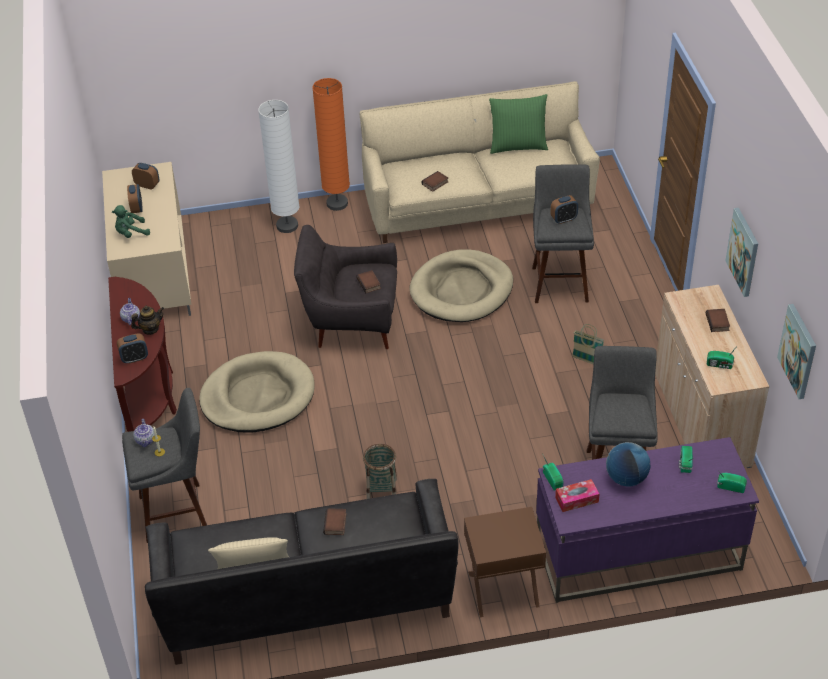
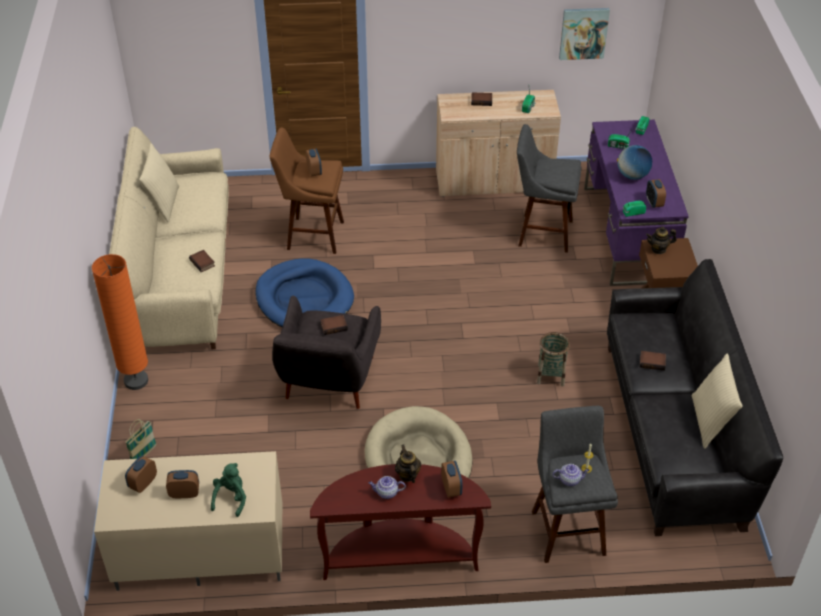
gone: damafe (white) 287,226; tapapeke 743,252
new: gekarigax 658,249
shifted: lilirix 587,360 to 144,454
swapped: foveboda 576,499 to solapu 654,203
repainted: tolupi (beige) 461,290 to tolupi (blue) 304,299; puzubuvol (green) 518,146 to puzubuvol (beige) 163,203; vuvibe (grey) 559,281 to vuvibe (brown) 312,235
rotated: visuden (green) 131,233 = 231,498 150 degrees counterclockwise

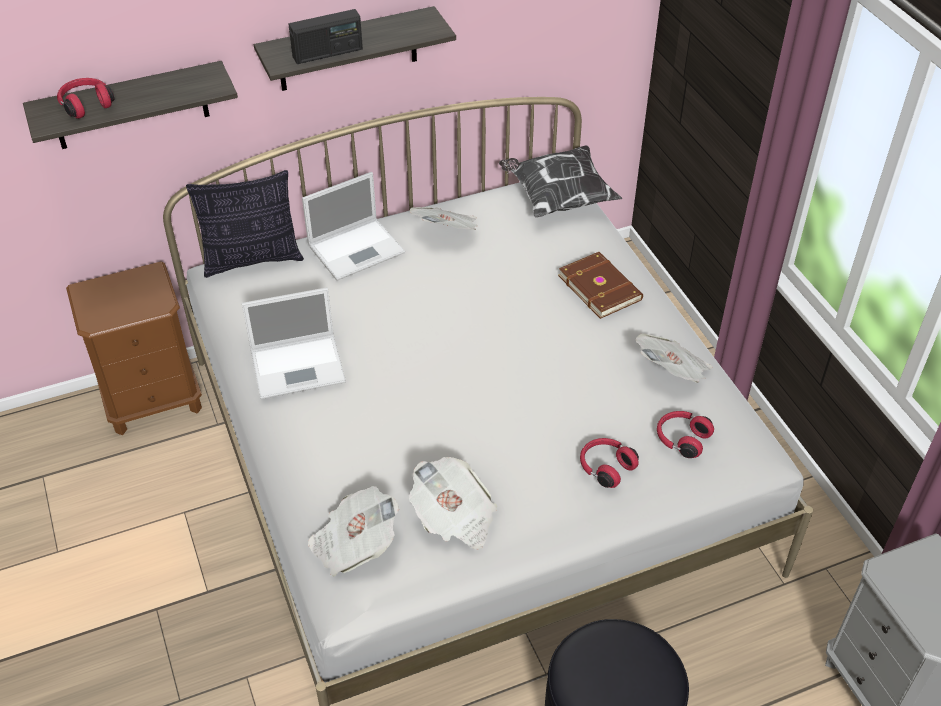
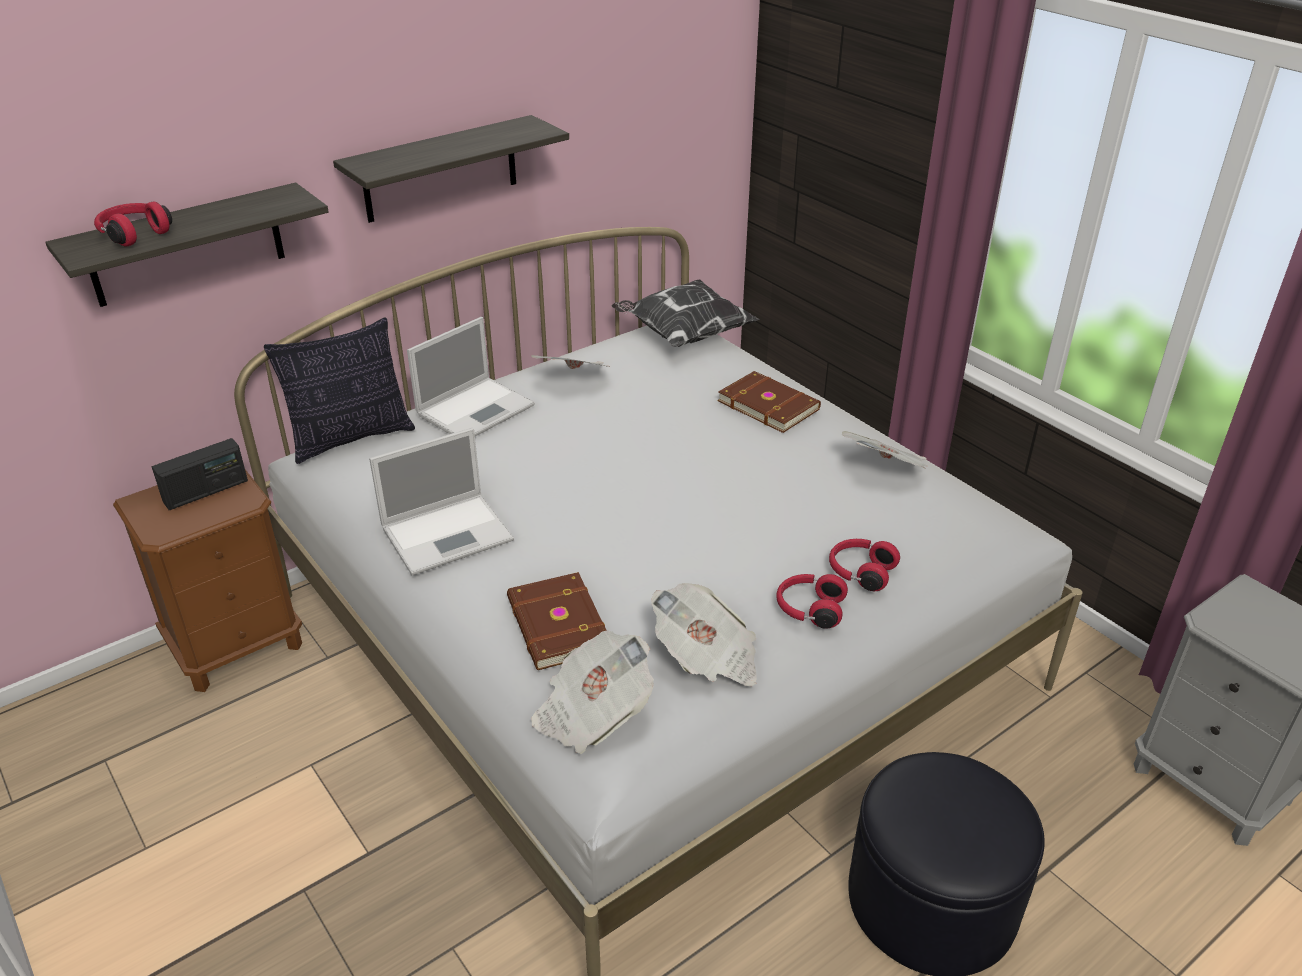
new: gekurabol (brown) 556,626
shifted: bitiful 328,53 to 206,491; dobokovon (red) 681,439 to 809,609

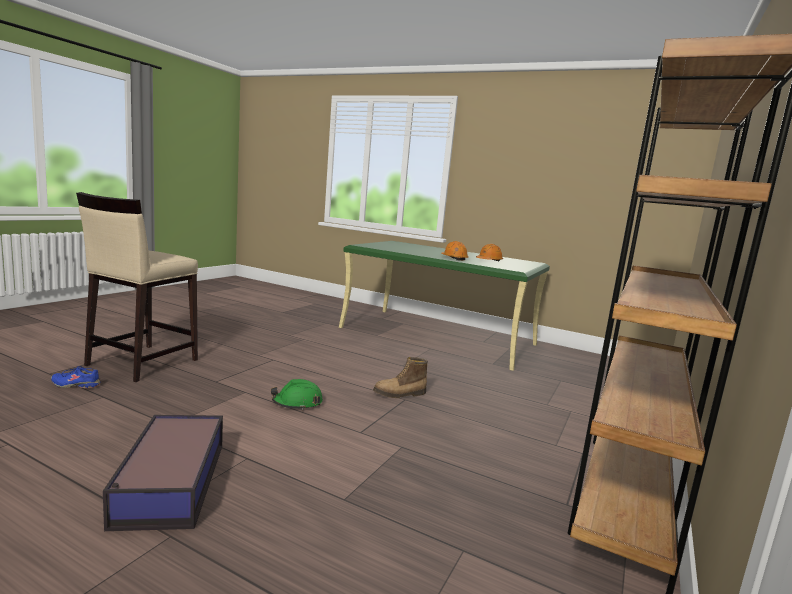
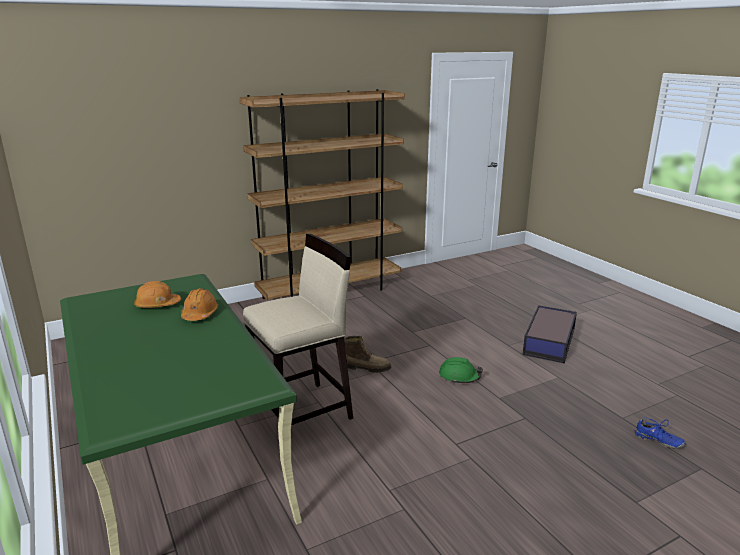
shifted: vuvibe (beige) 141,362 to 303,412

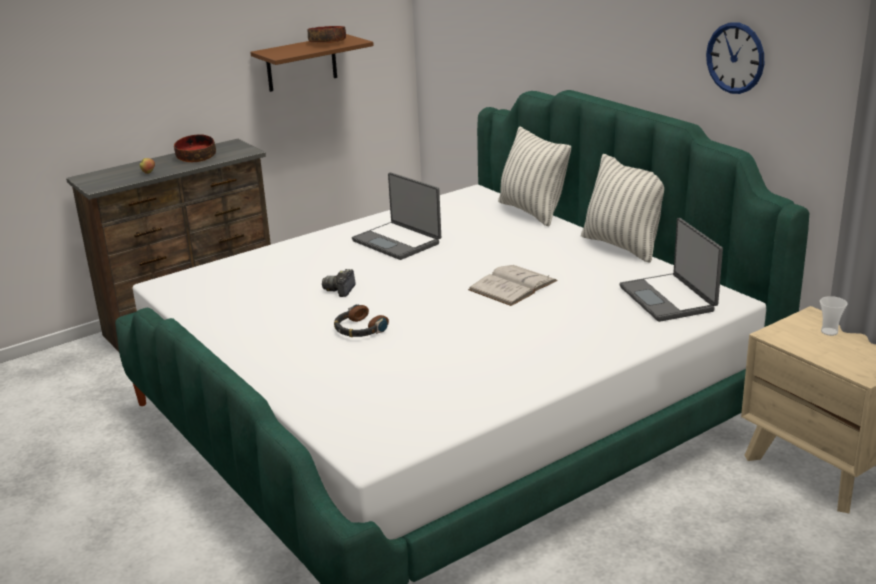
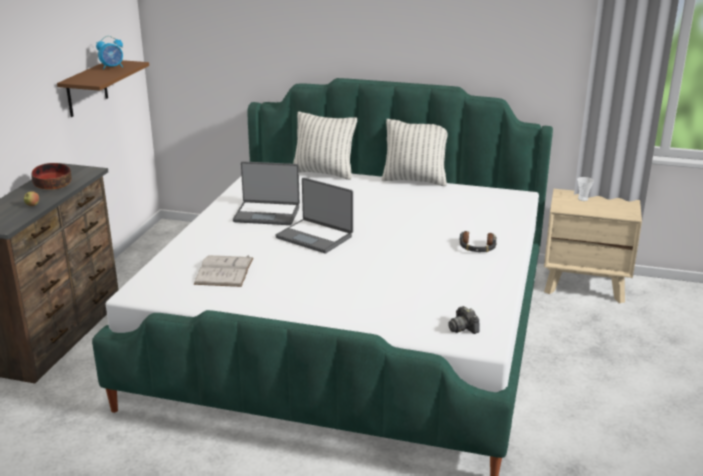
gone: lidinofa 735,58
shifted: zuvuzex 341,290 to 463,328; dobokovon 359,329 to 477,247; gekurabol (white) 513,285 to 224,271; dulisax 669,298 to 315,237
swapped: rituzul 328,43 to solapu 112,67

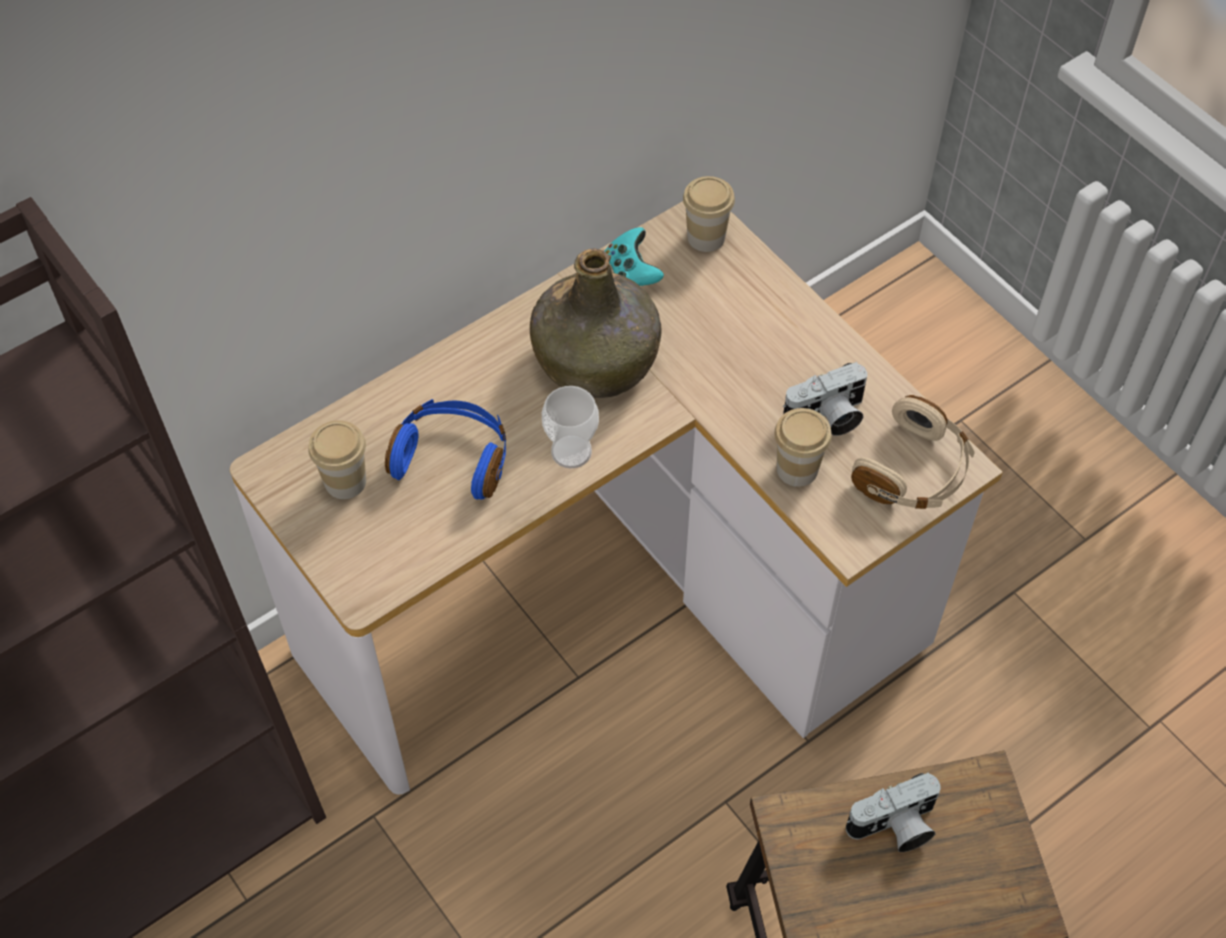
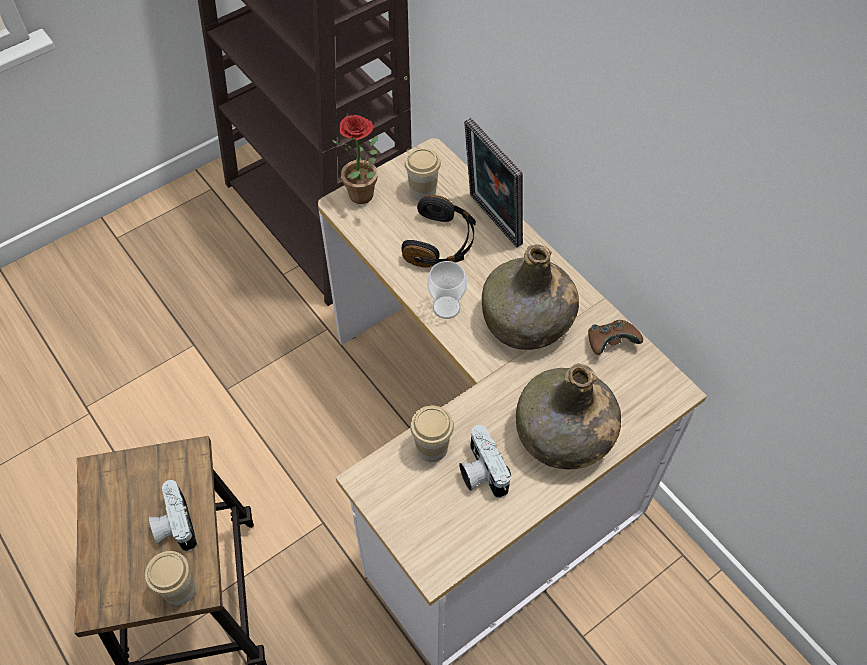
gone: dobokovon (beige) 914,471
new: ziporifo 365,198; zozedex 491,221; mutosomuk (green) 563,435
shifted: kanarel 706,237 to 179,589
repainted: dobokovon (blue) 453,458 to dobokovon (black) 441,243; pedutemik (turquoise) 631,272 to pedutemik (brown) 610,343

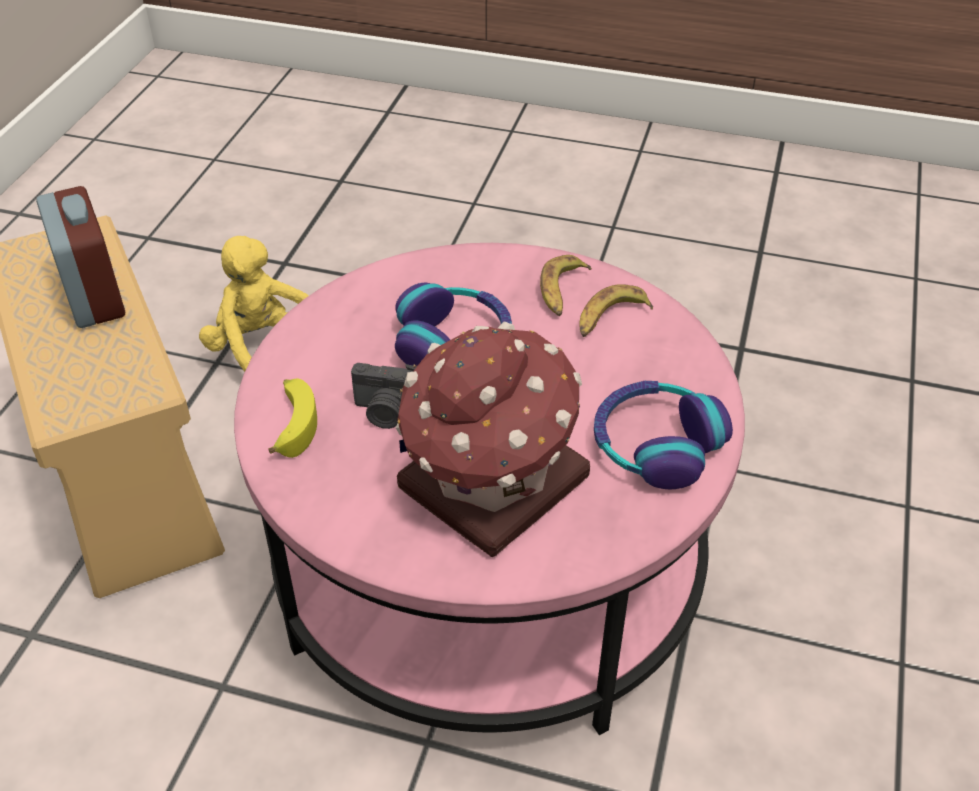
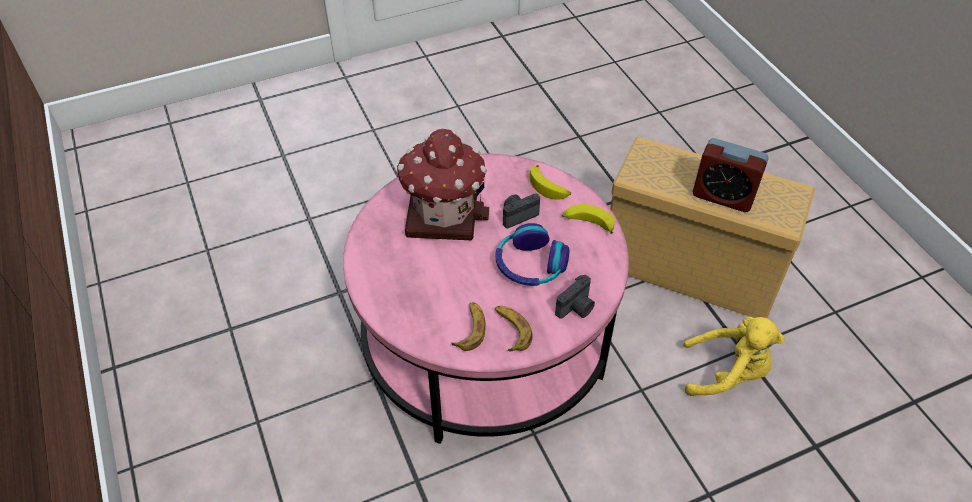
gone: dobokovon 656,445
new: zuvuzex 576,308; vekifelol 587,223

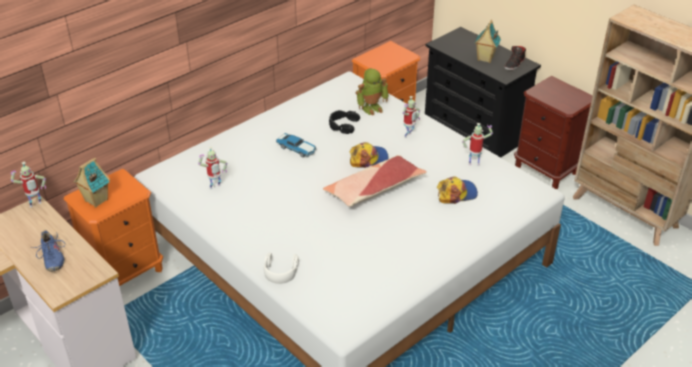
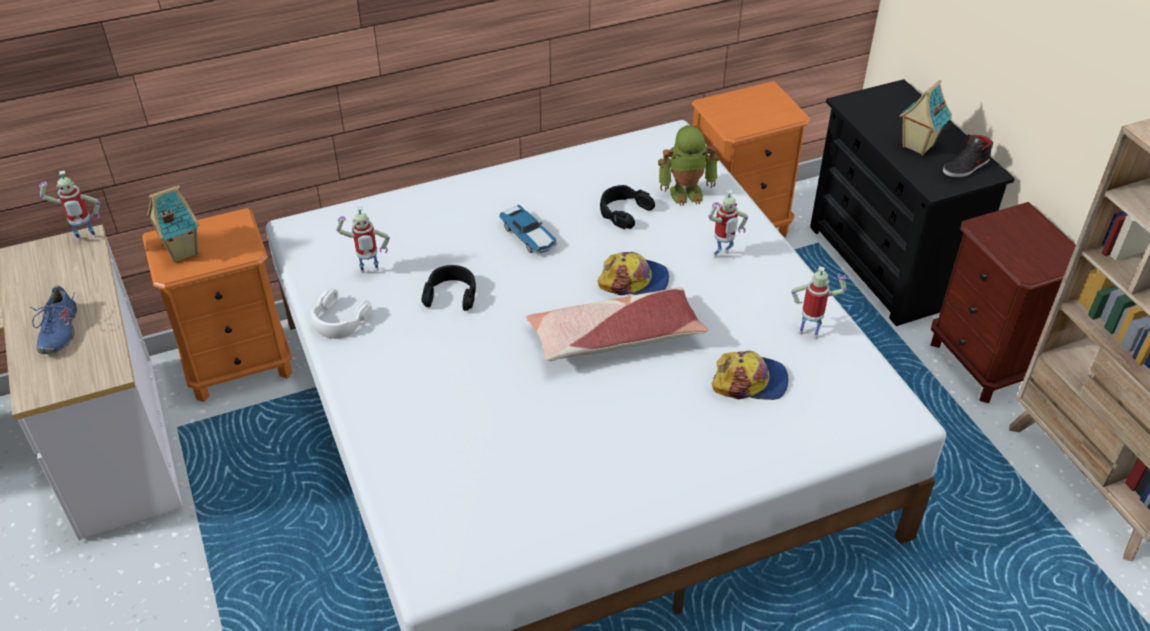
new: dobokovon (black) 451,294
shifted: dobokovon (white) 280,271 to 339,320

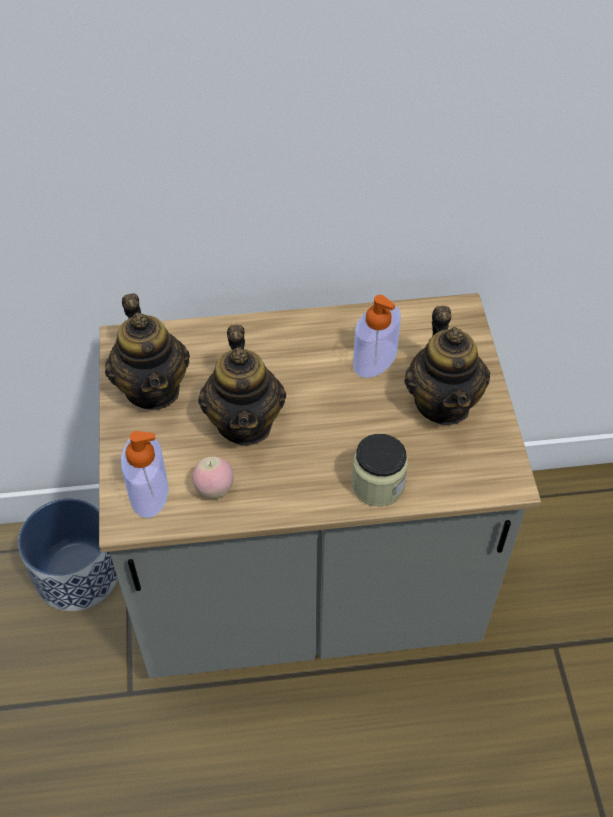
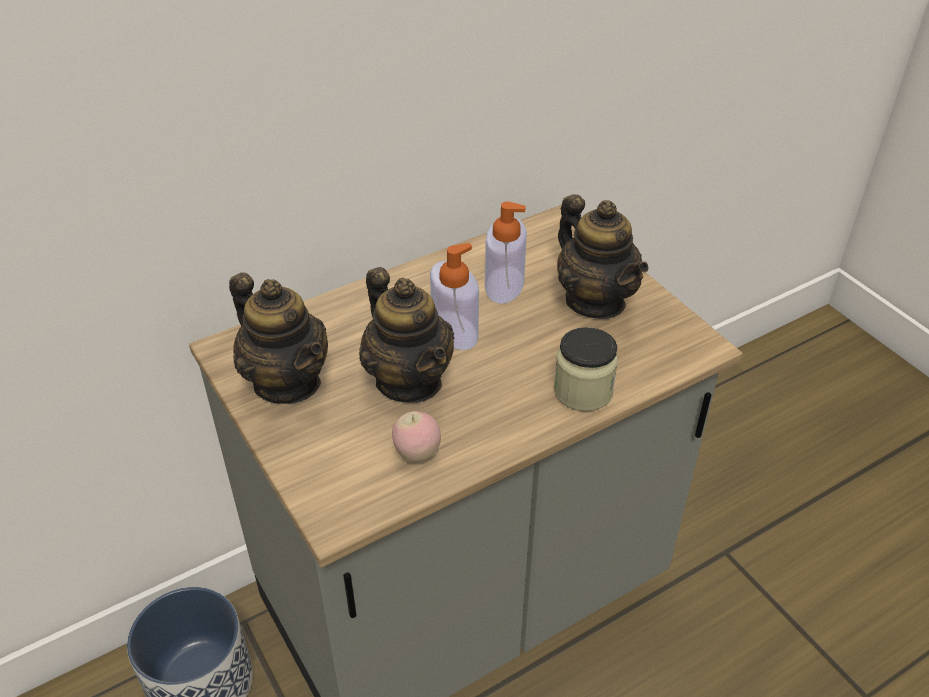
shifted: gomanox 149,492 to 454,330

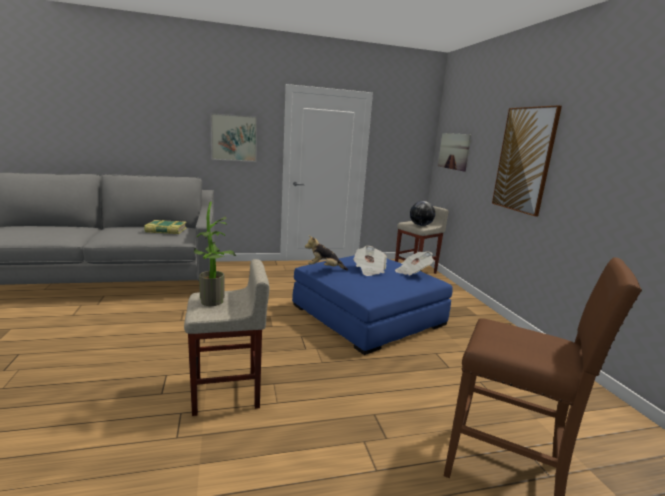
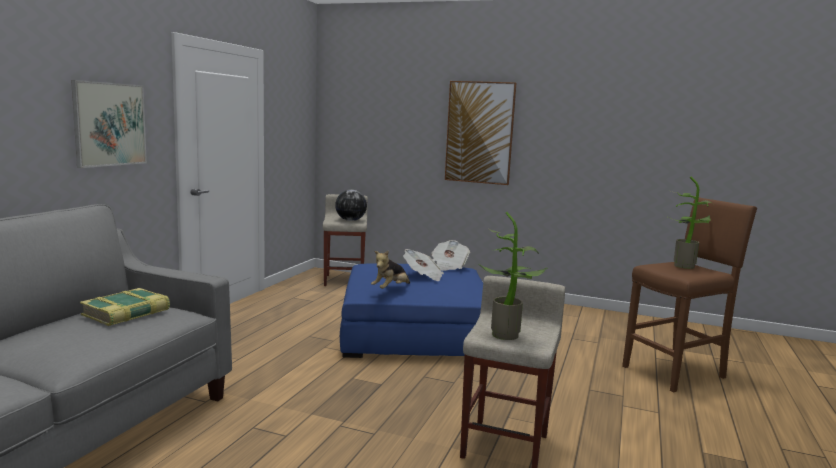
gone: tapapeke 454,151
new: ziporifo 684,265

